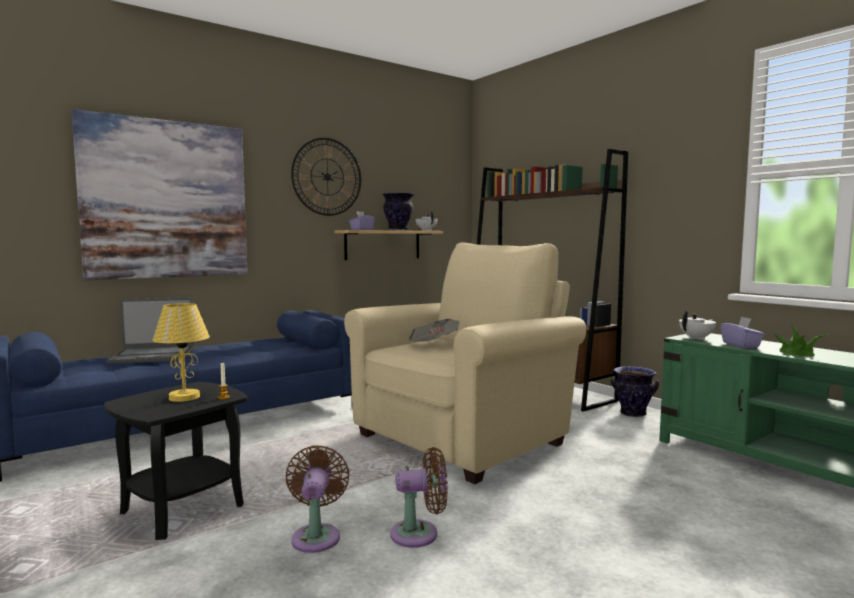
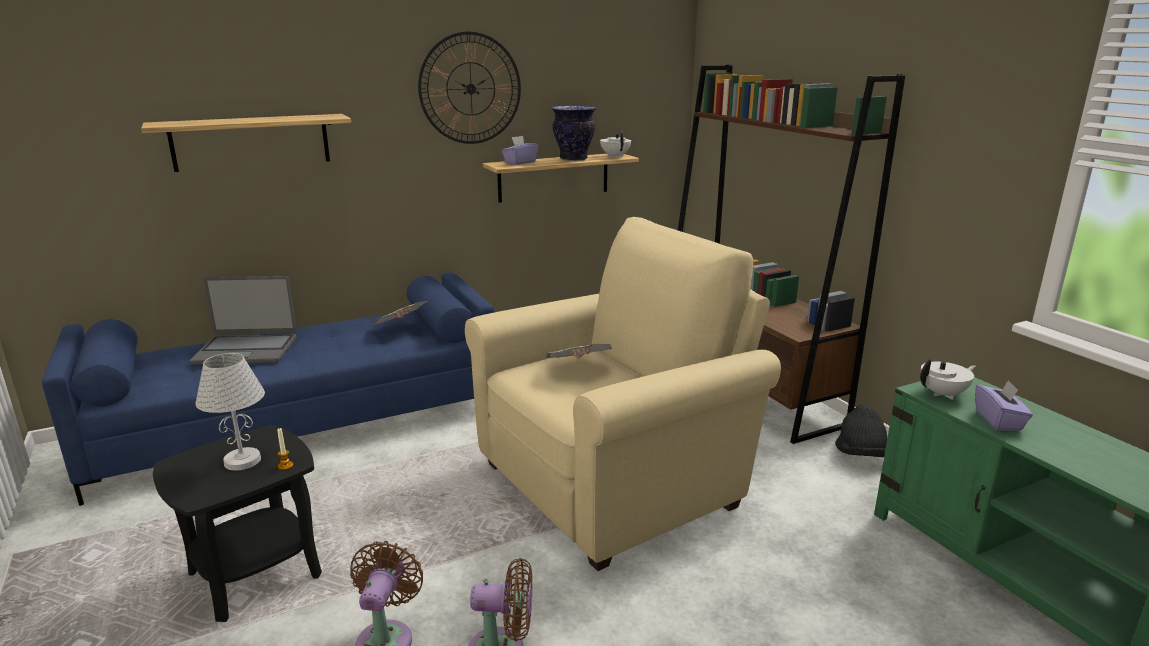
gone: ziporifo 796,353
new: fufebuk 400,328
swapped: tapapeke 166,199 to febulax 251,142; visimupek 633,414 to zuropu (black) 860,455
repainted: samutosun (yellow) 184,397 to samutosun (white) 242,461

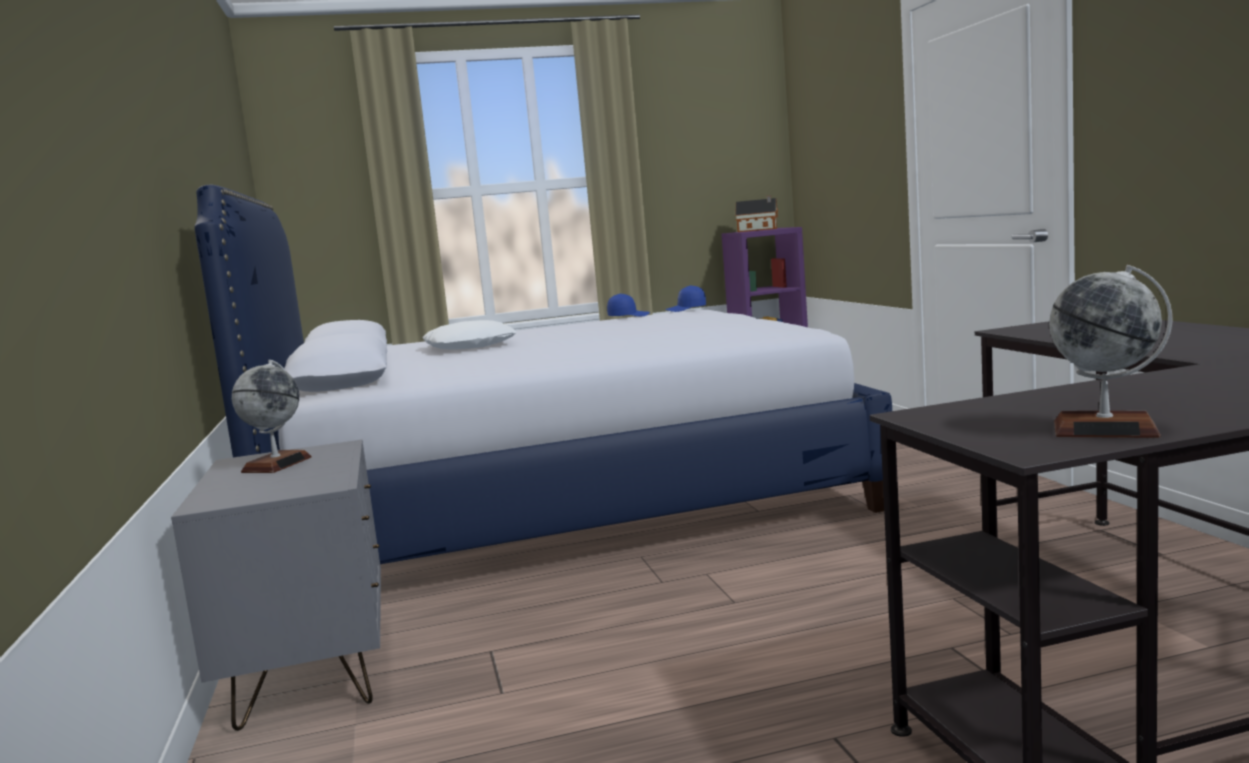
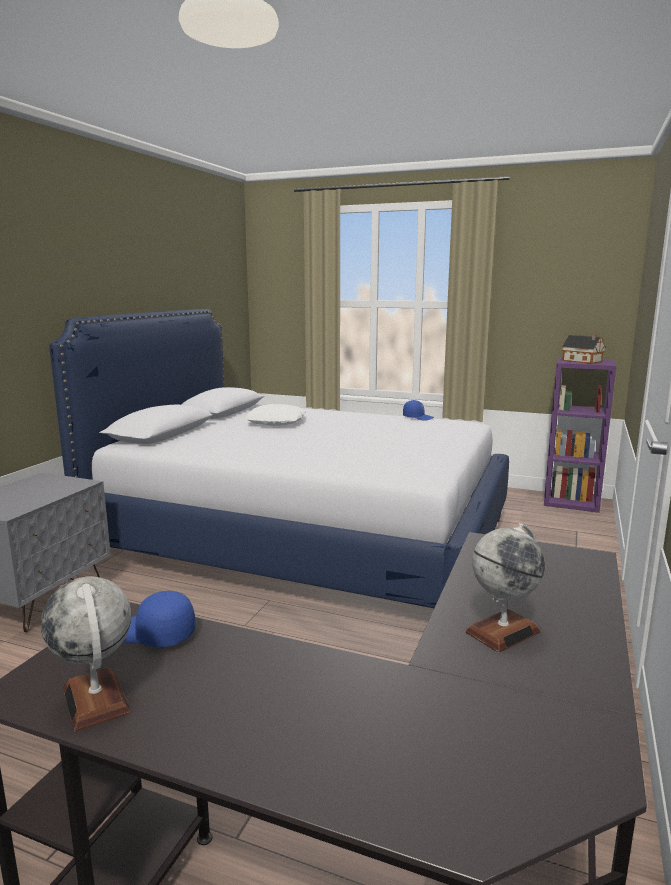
shifted: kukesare 277,464 to 502,631; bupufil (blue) 686,309 to 155,634

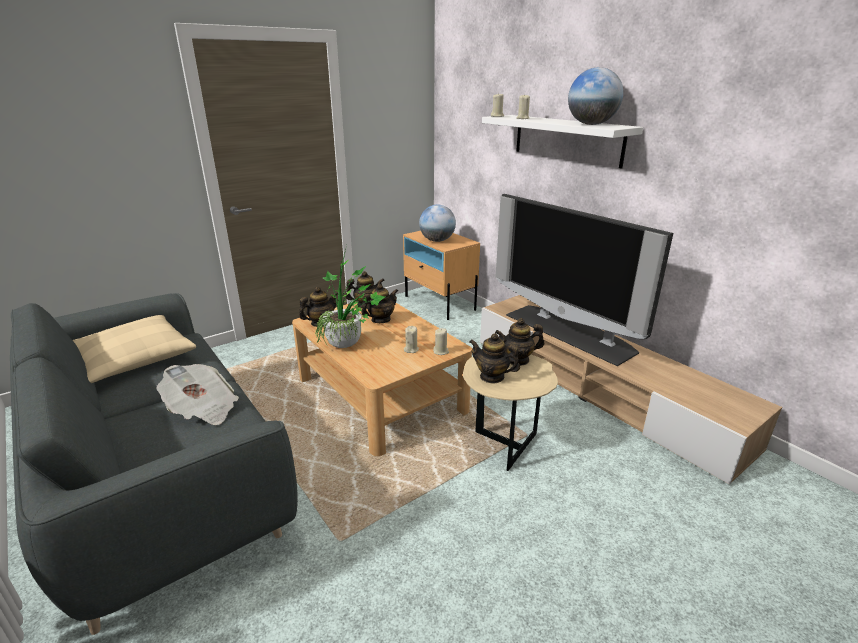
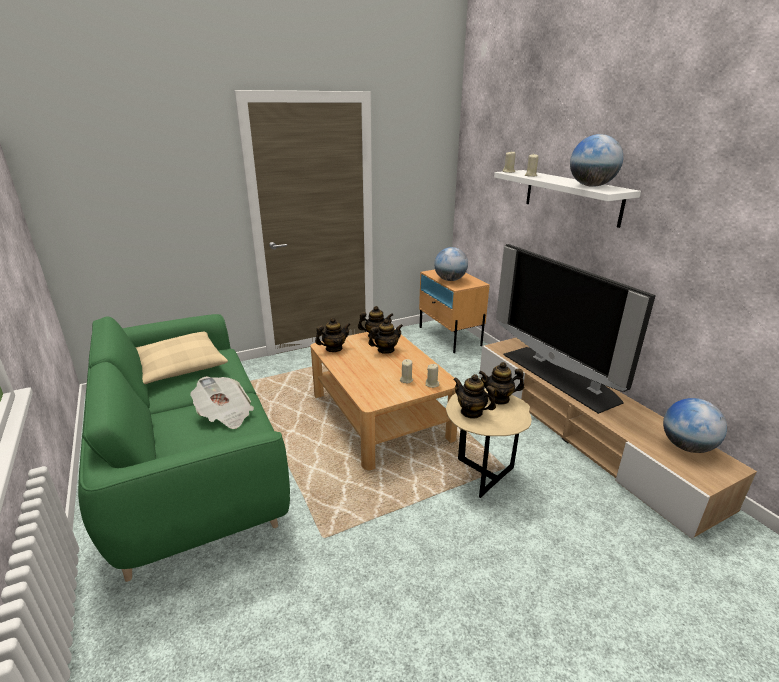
gone: ziporifo 348,347
new: kukesare 686,446
repainted: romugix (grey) 161,480 to romugix (green) 191,468

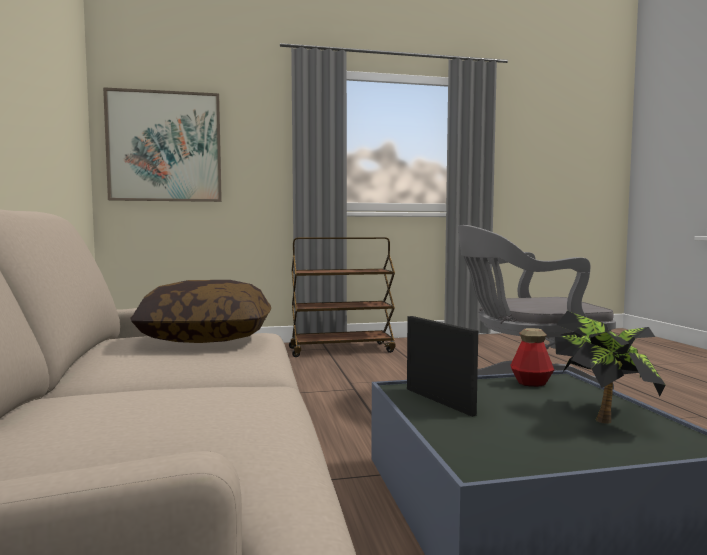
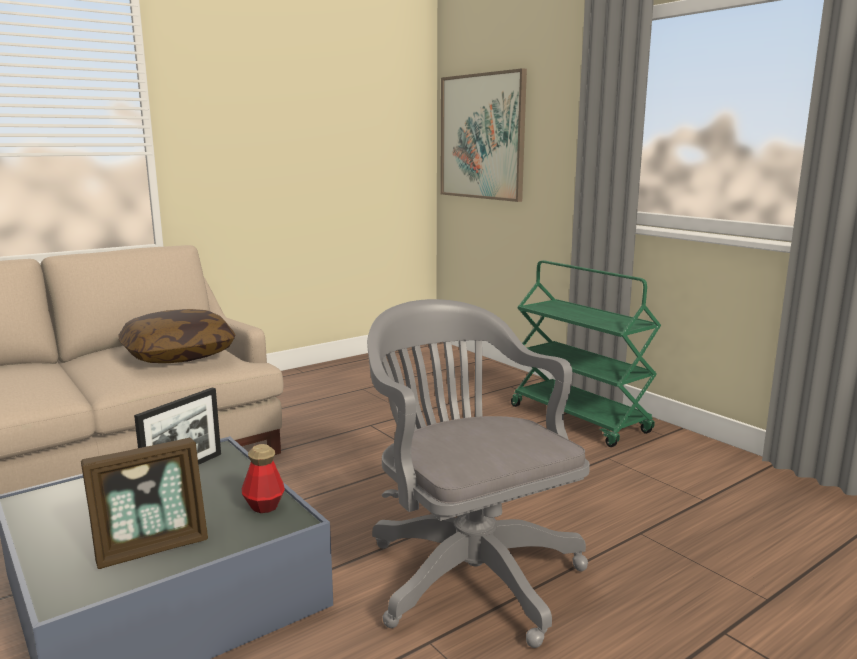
swapped: ziporifo 604,416 to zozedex 152,547
repainted: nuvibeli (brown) 342,350 to nuvibeli (green) 580,419

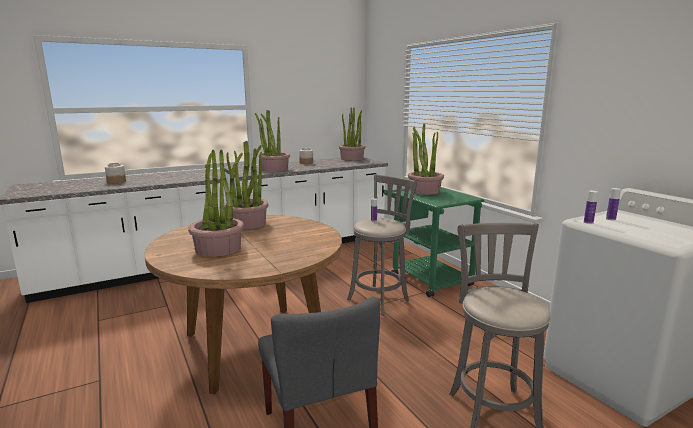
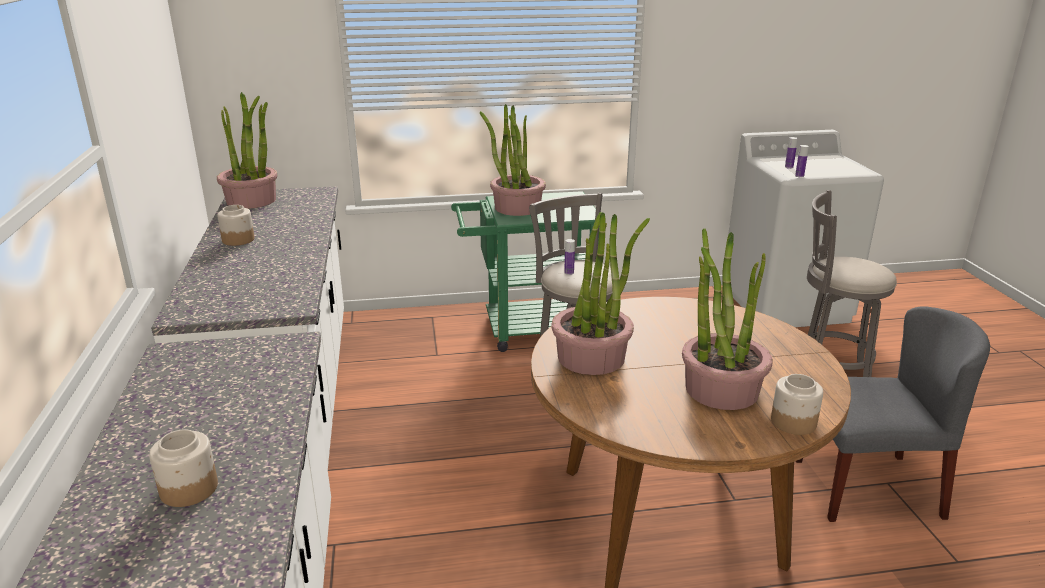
gone: ziporifo 274,169
new: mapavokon 793,422

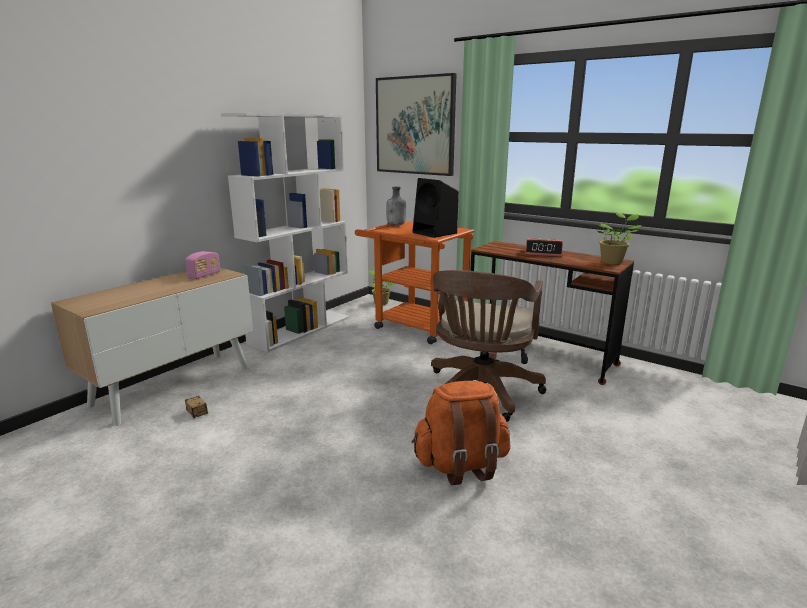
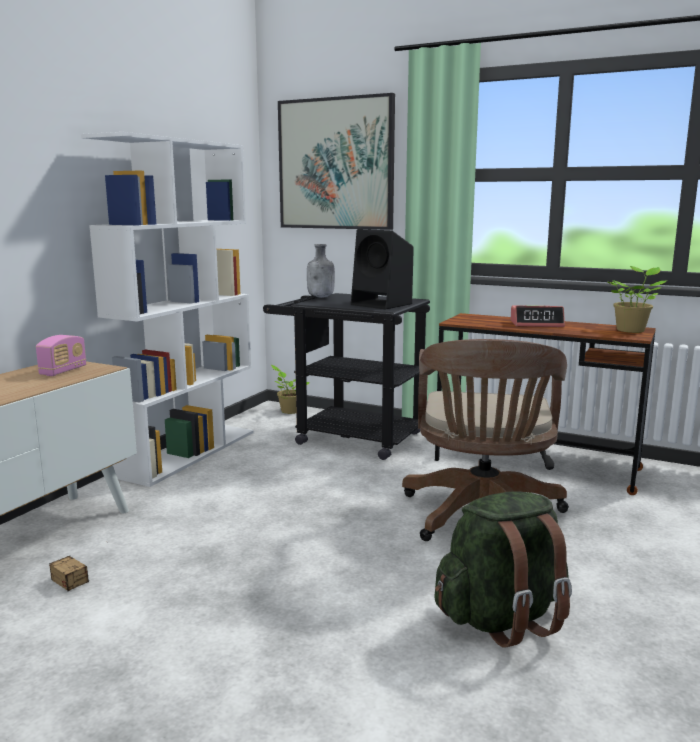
repainted: nuvibeli (orange) 413,325 to nuvibeli (black) 349,436; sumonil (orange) 461,465 to sumonil (green) 502,618

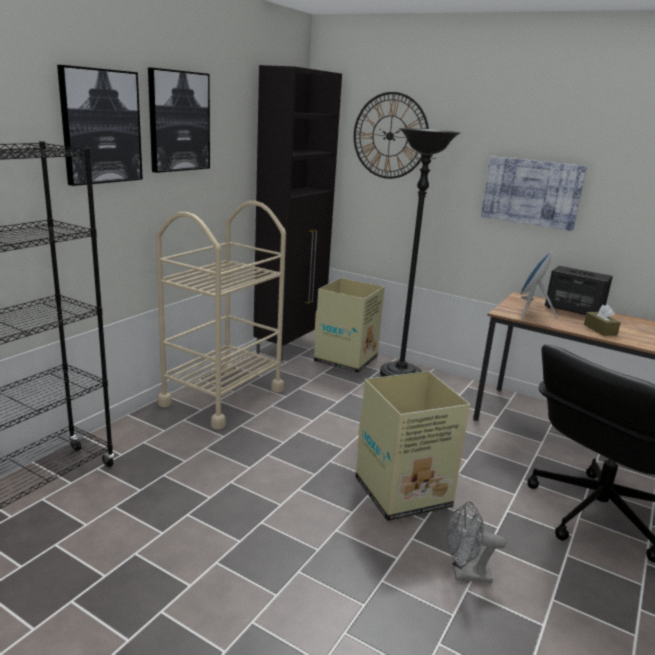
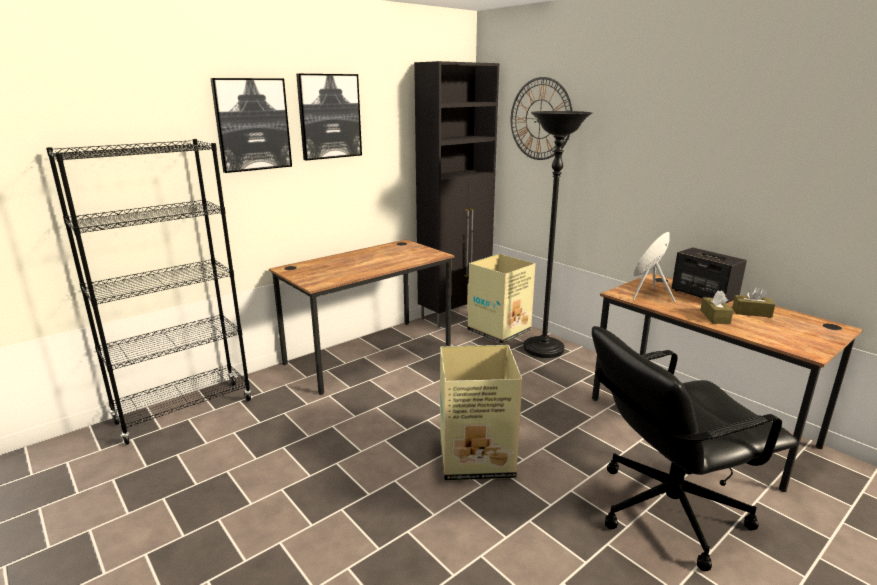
gone: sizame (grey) 465,574; tapapeke 531,192
new: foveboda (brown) 751,312
swapped: nuvibeli (beige) 222,397 to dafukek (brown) 369,354

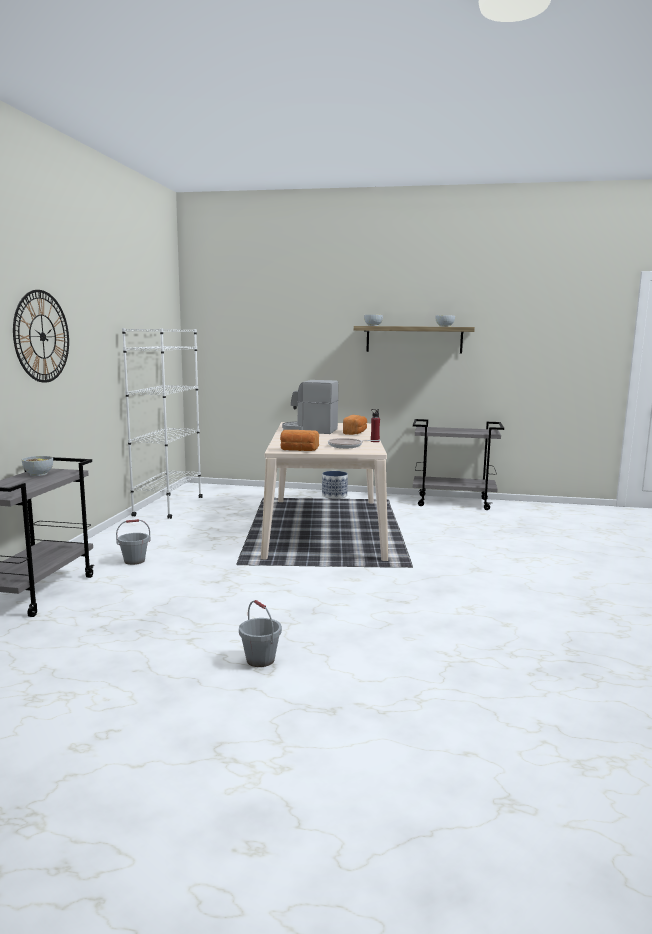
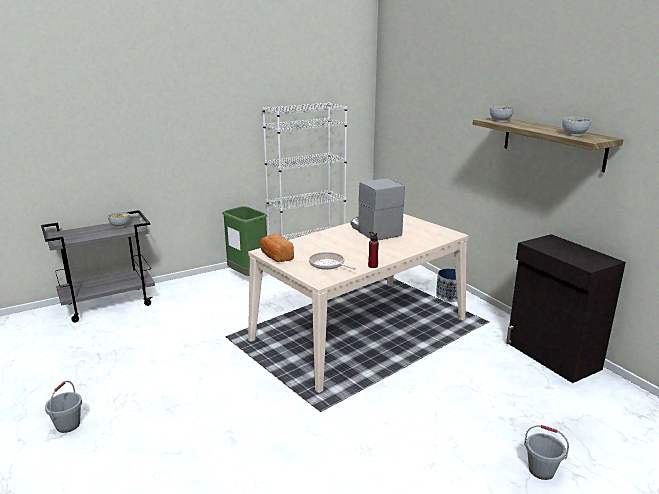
gone: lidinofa 42,336; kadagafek 355,433
new: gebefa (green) 248,276
shifted: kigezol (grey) 134,561 to 541,470
swapped: nuvibeli (grey) 454,502 to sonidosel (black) 552,356

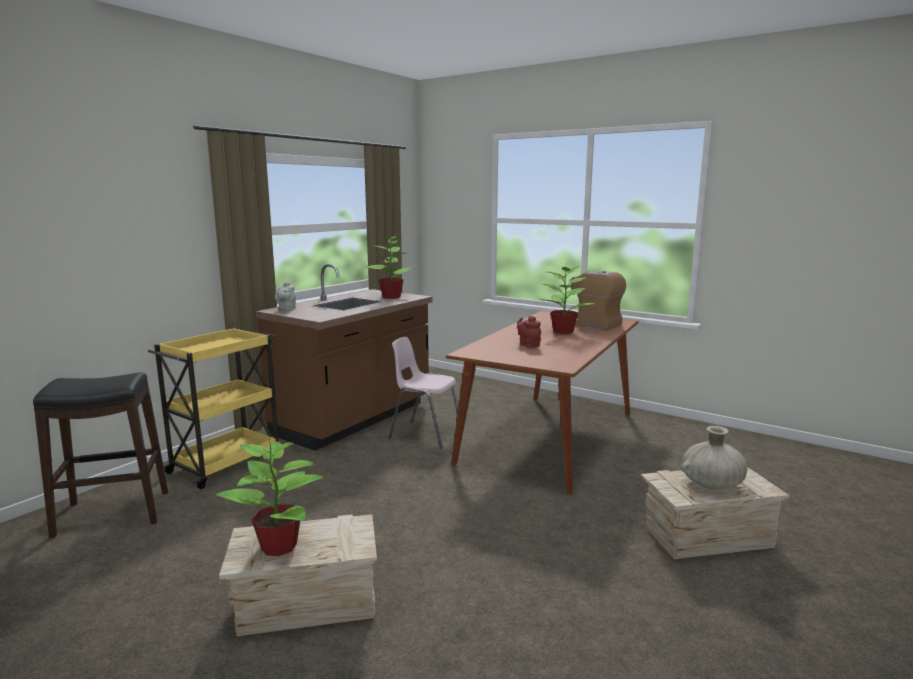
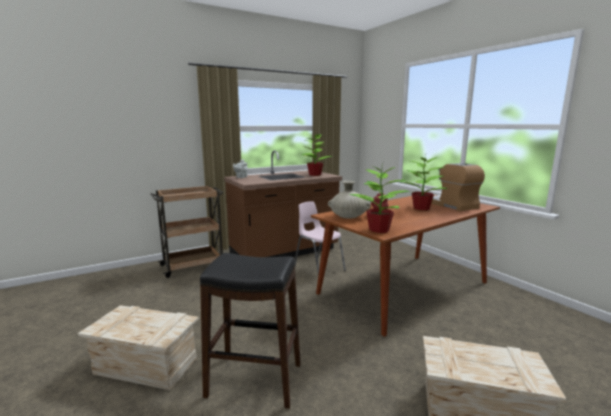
shifted: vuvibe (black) 112,514 to 254,380; ziporifo 280,546 to 379,230; visimupek (beige) 712,485 to 348,217
repainted: nuvibeli (yellow) 226,463 to nuvibeli (brown) 193,265

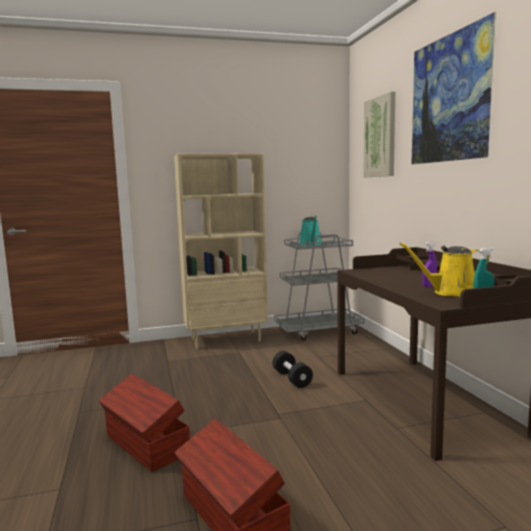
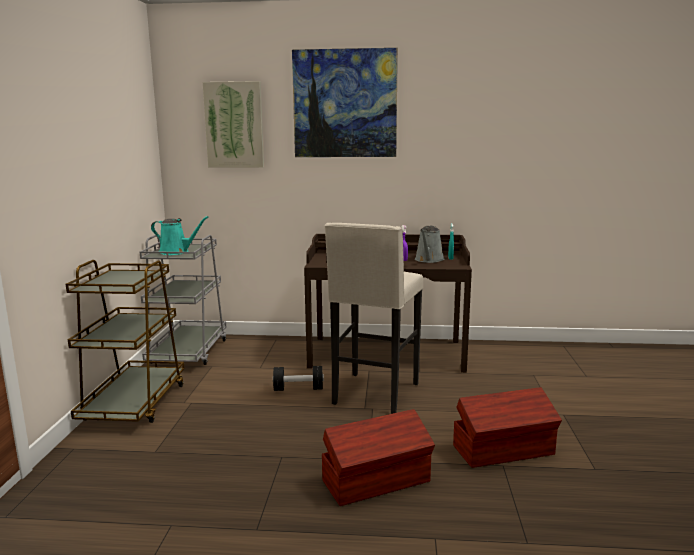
new: vuvibe (beige) 374,394
swapped: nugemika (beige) 226,339 to nuvibeli (brown) 134,403
repainted: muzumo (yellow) 451,293 to muzumo (grey) 429,260

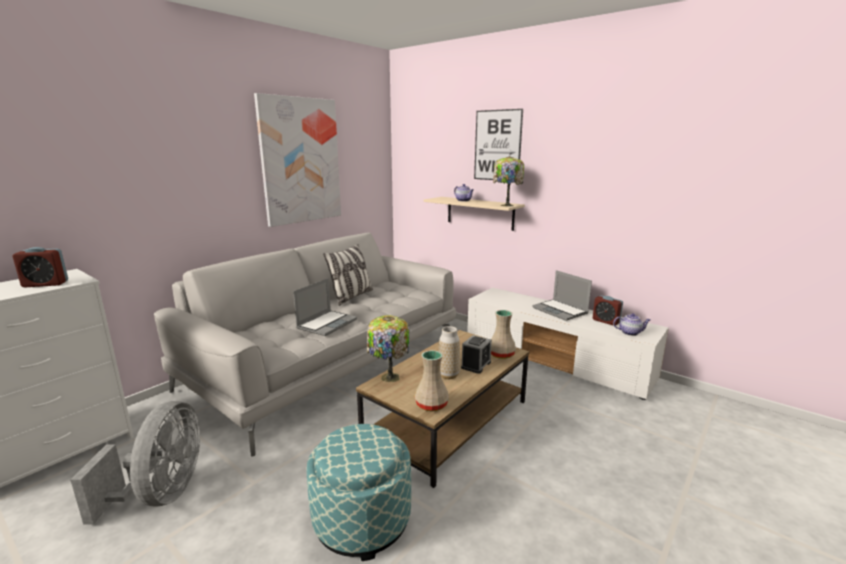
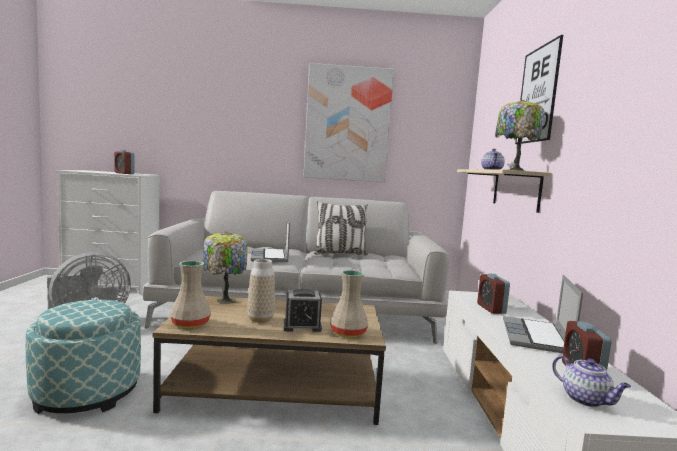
new: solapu 491,309
rotated: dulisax 327,324 = 270,257 90 degrees clockwise

